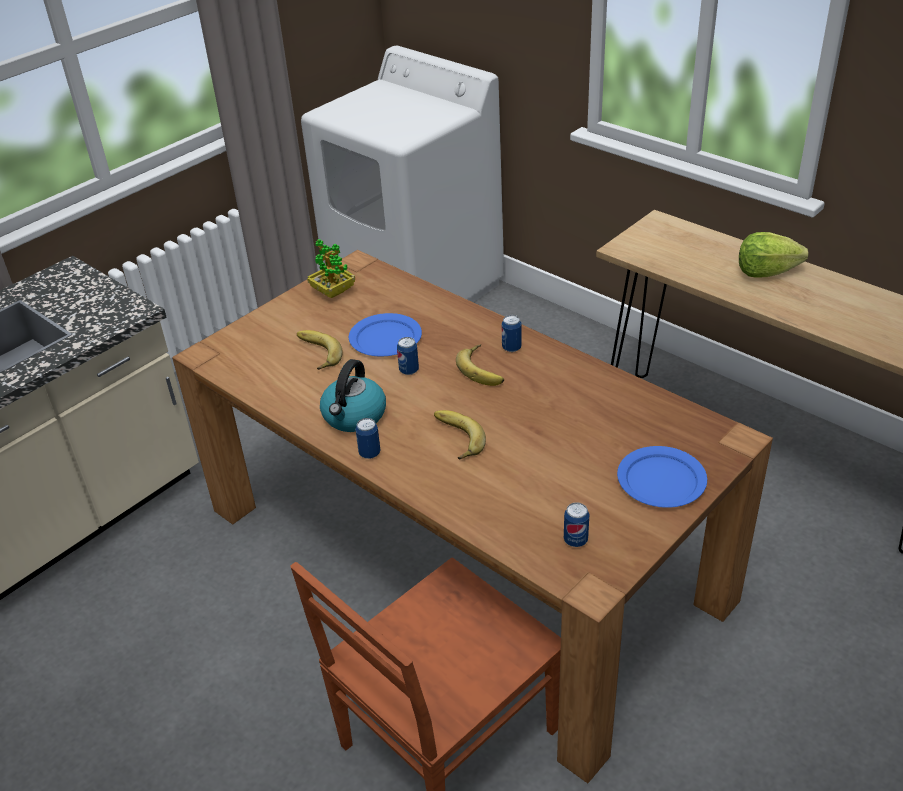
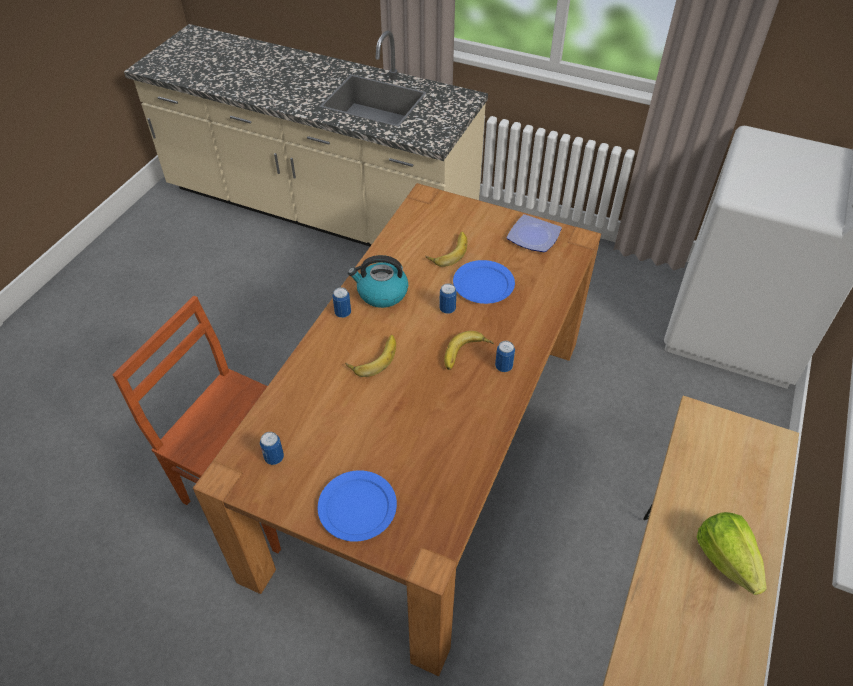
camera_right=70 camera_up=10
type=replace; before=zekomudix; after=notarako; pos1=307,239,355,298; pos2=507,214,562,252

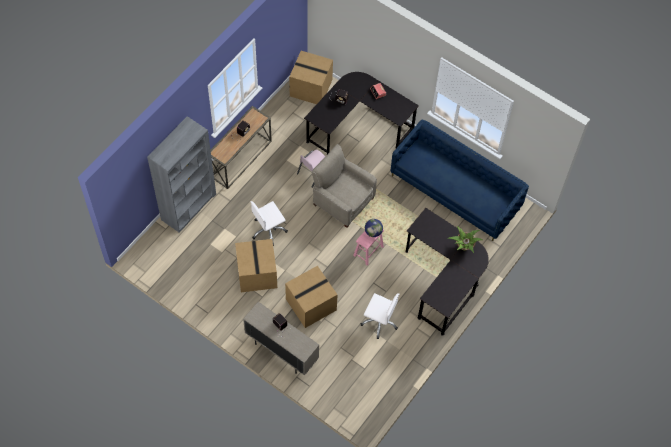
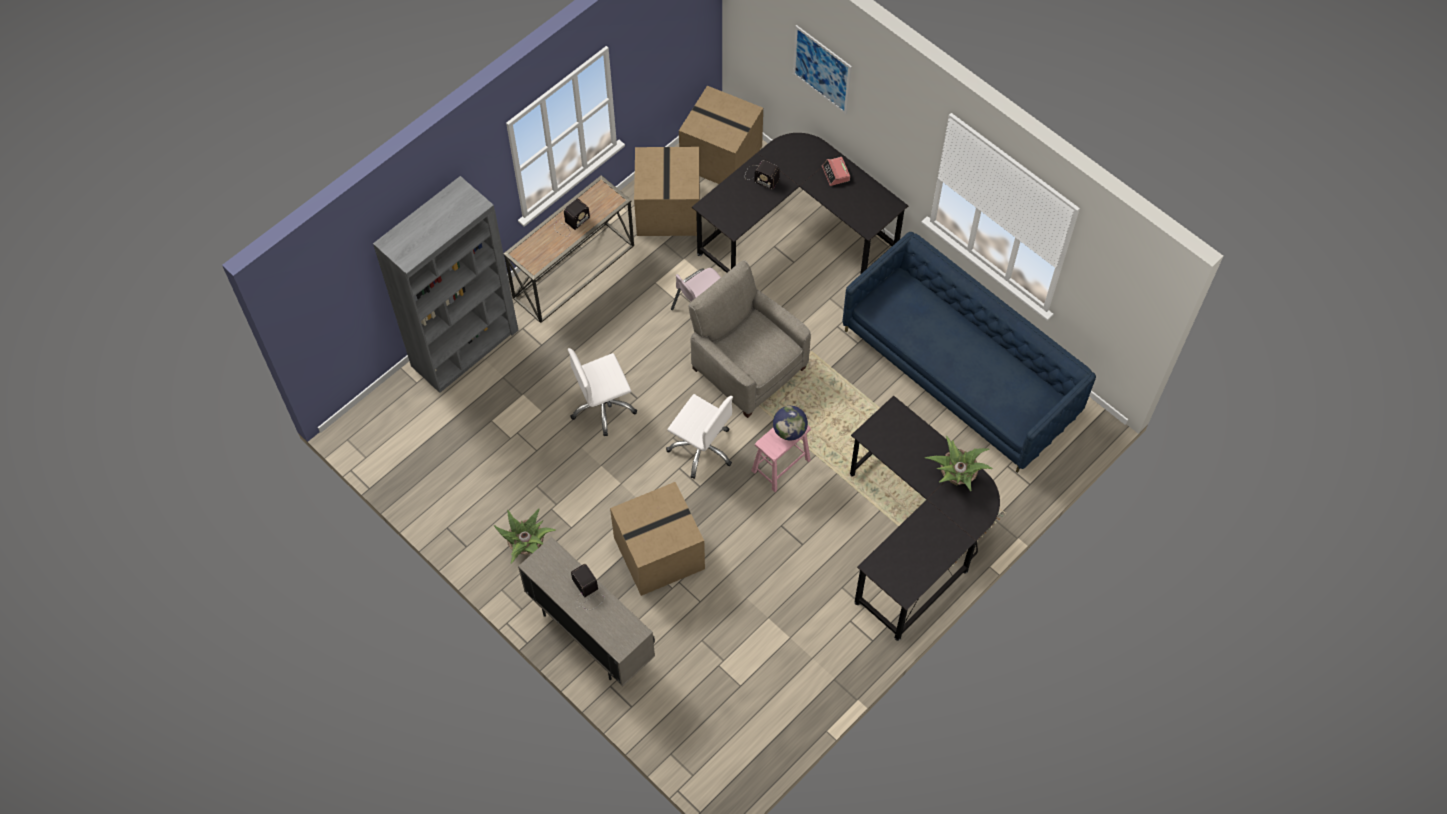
camera_right=10 camera_up=0
type=insert; after=zekomudix; pos2=494,509,556,564
type=insert; after=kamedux; pos2=793,25,852,114
type=move; before=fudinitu; pos1=235,239,277,292; pos2=634,147,700,236
type=move; before=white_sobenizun; pos1=361,293,399,339; pos2=666,394,733,479

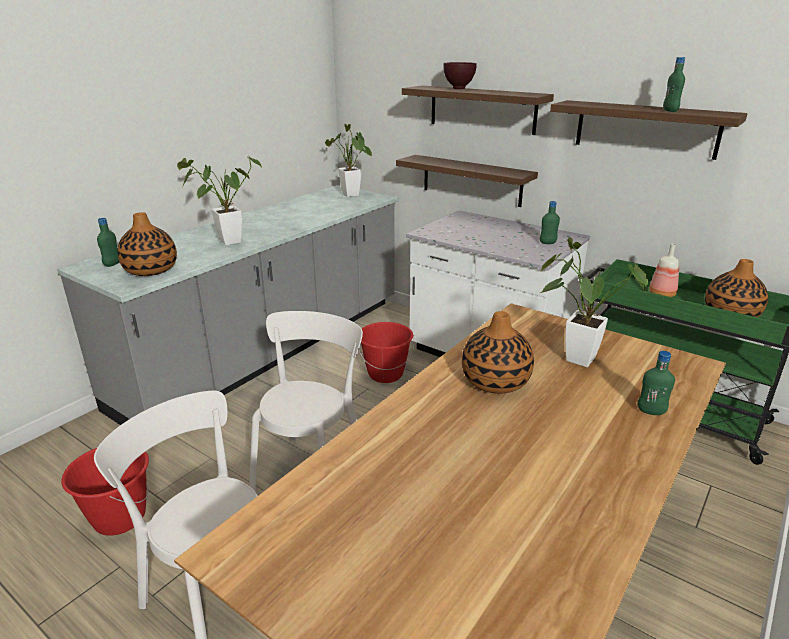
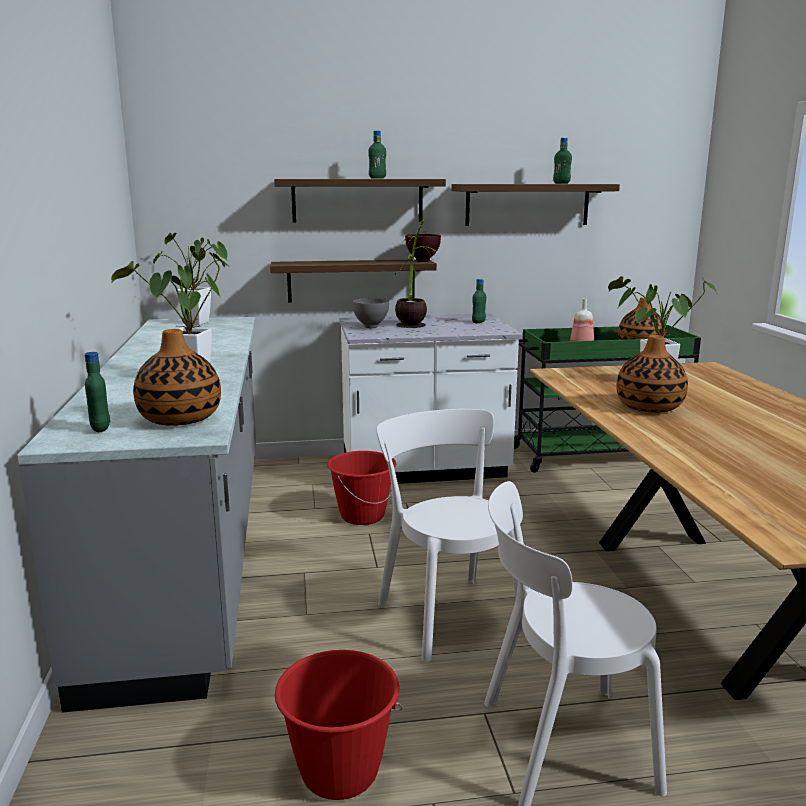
camera_right=-45 camera_up=-10
type=insert; after=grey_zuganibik; pos2=352,298,389,328
type=insert; after=zekomudix; pos2=395,220,438,328
type=move; before=brown_zuganibik; pos1=443,62,477,89; pos2=405,234,441,262
type=move; before=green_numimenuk; pos1=638,351,675,415; pos2=368,130,386,179

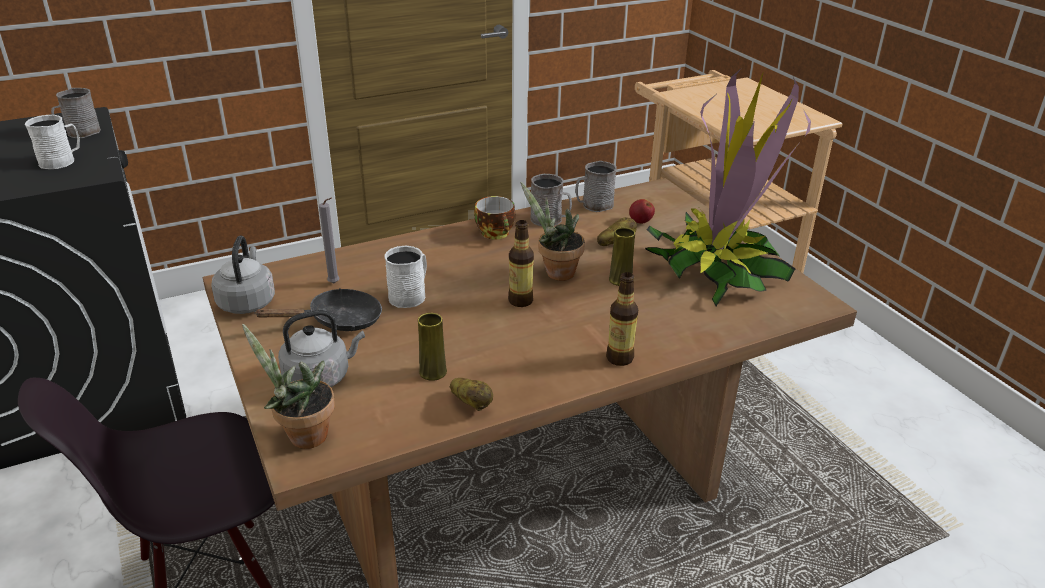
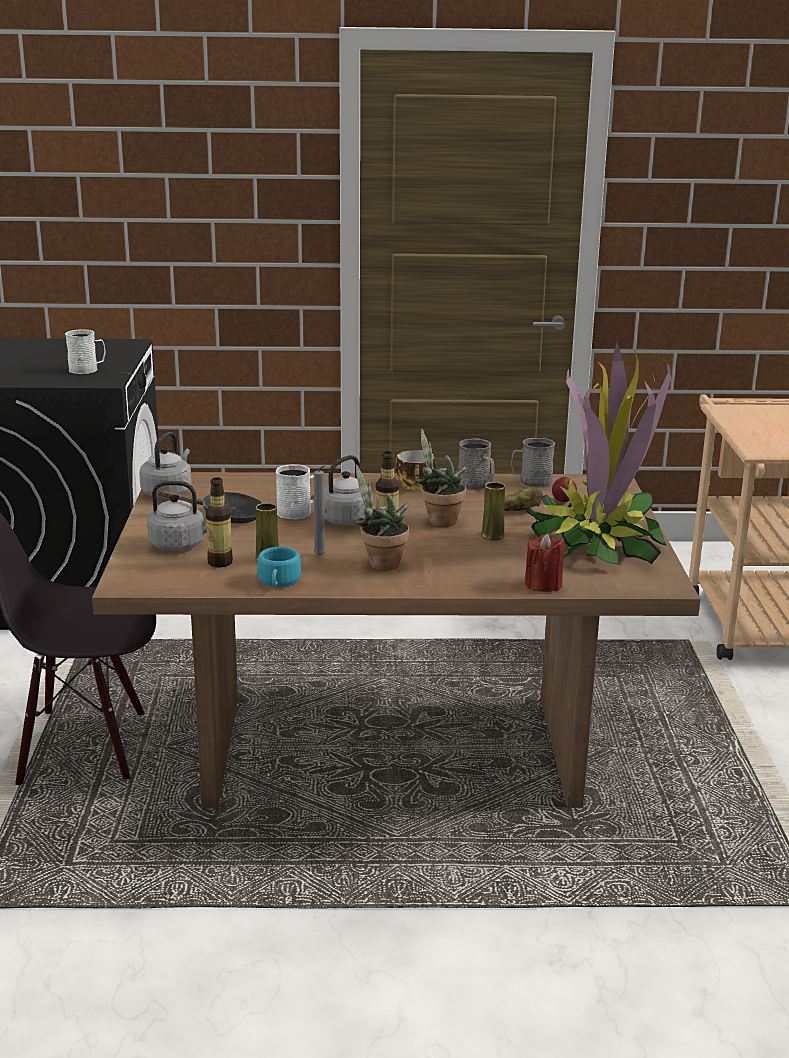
camera_right=25 camera_up=-10
type=delete; before=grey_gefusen; pos1=51,88,101,138
type=insert; after=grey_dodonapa; pos2=311,455,373,525
type=insert; after=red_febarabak; pos2=525,533,565,592
type=move; before=zekomudix; pos1=242,324,335,449; pos2=354,464,409,571
type=move; before=grey_febarabak; pos1=319,198,339,283; pos2=314,465,326,556
type=move; before=numimenuk; pos1=606,272,638,366; pos2=206,477,233,567
type=replace; before=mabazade; after=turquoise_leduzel; pos1=450,378,493,411; pos2=257,547,301,587

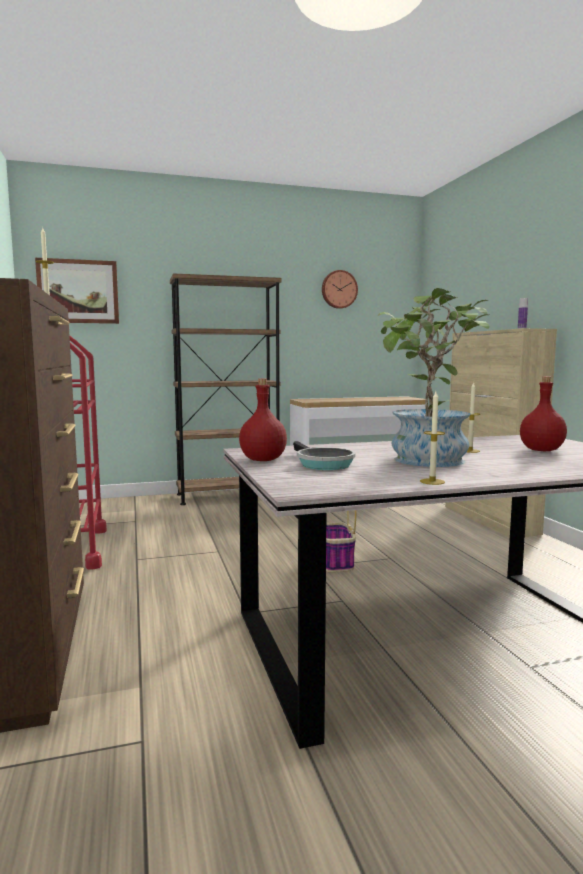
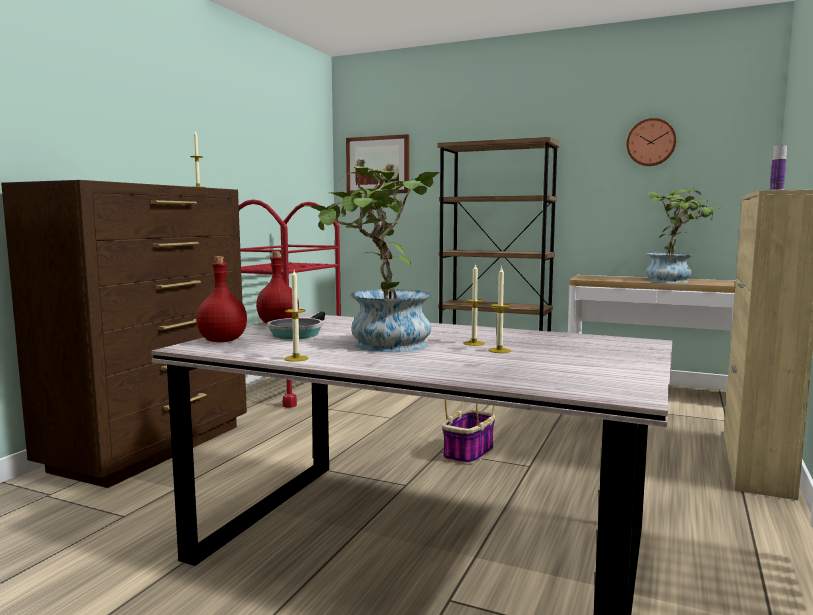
camera_right=40 camera_up=0
type=insert; after=febarabak; pos2=488,266,511,353
type=insert; after=zekomudix; pos2=646,188,720,283
type=move; before=red_numimenuk; pos1=520,376,567,451; pos2=196,256,247,342

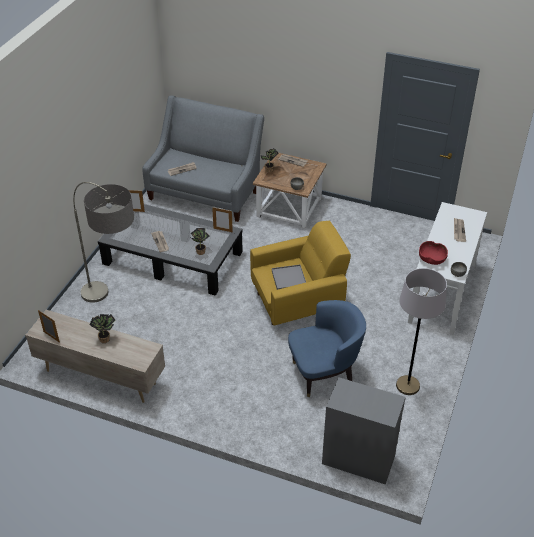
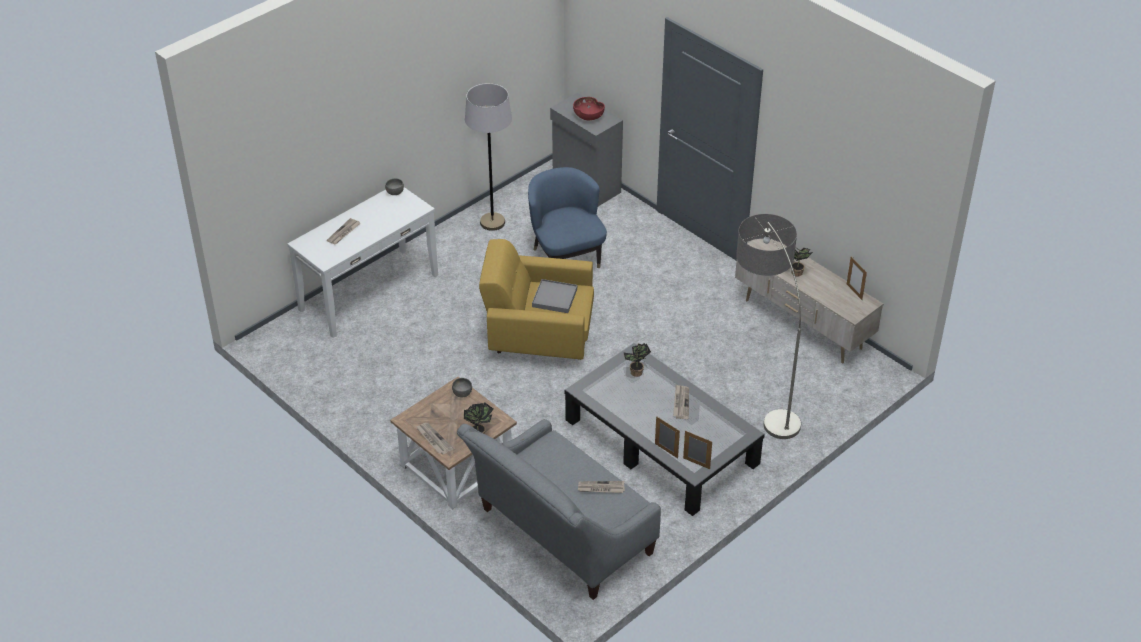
camera_right=-155 camera_up=0
type=move; before=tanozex; pos1=212,207,233,232; pos2=655,416,680,458
type=move; before=red_zuganibik; pos1=419,241,448,265; pos2=573,97,605,120
type=rotate; before=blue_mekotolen; pos1=288,300,366,397; pos2=528,167,607,268; turn=60

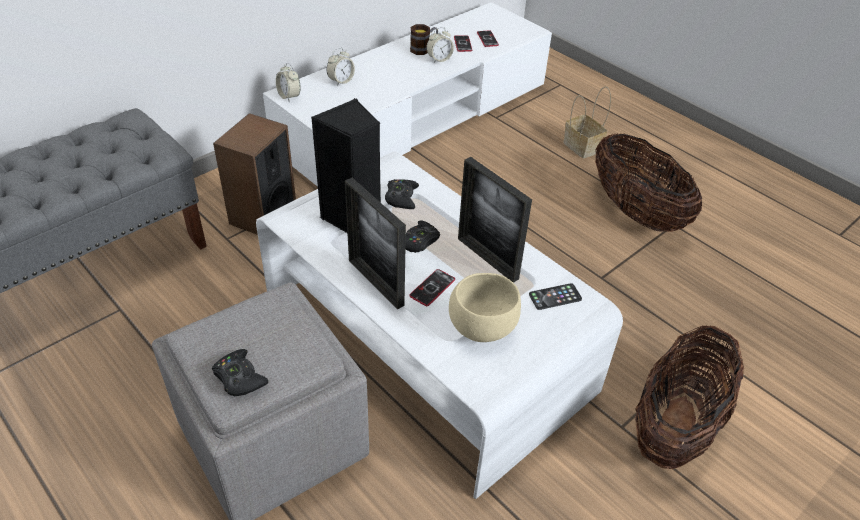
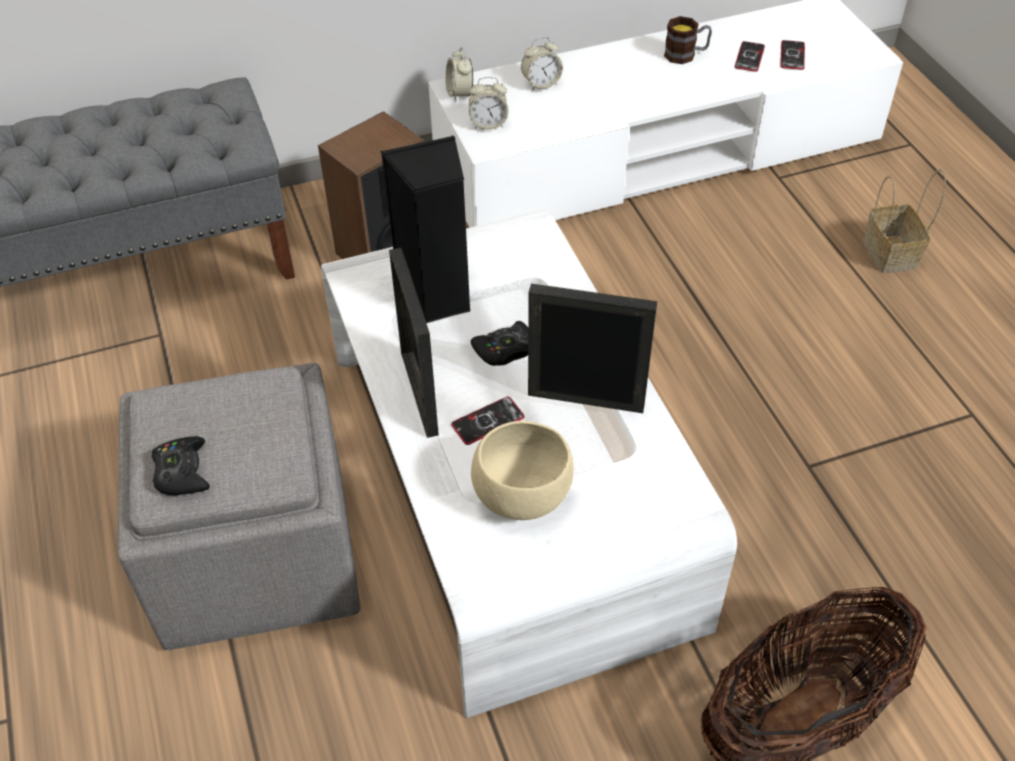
camera_right=25 camera_up=5
type=delete; before=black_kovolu; pos1=385,179,419,209
type=delete; before=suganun; pos1=529,283,582,310
type=delete; before=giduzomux; pos1=595,133,702,232
type=move; before=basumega; pos1=427,27,454,63; pos2=469,77,509,130
type=rotate; before=tanozex; pos1=458,157,532,283; pos2=528,283,657,413; turn=120

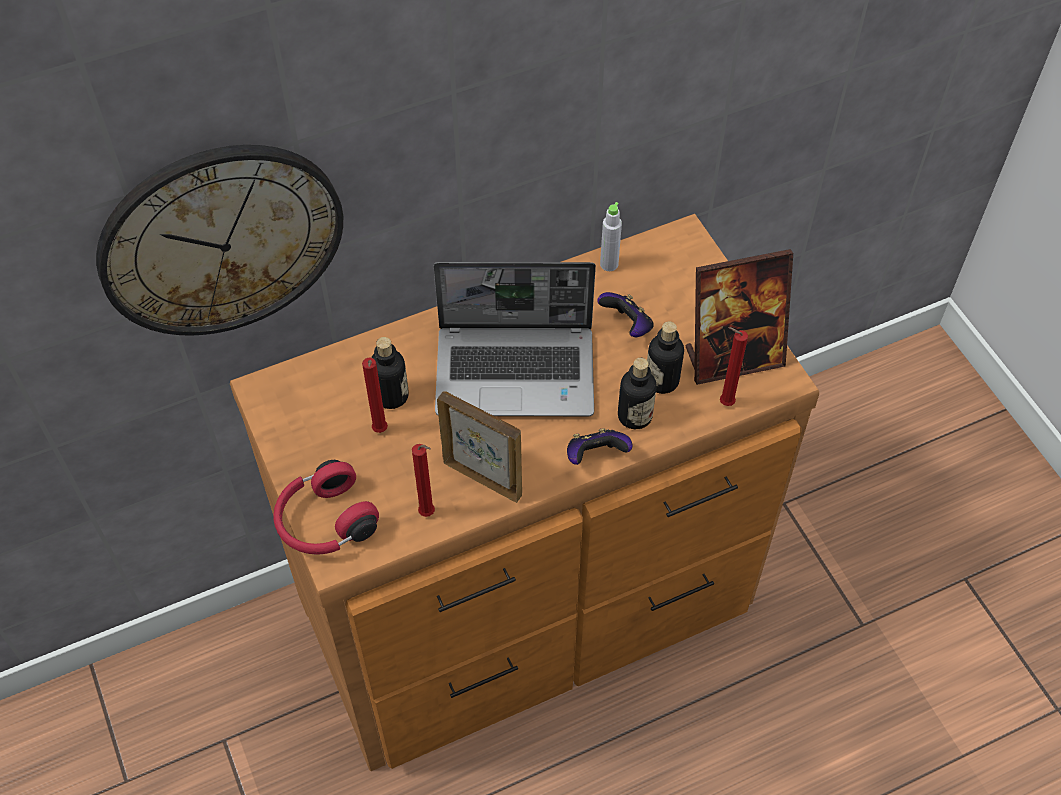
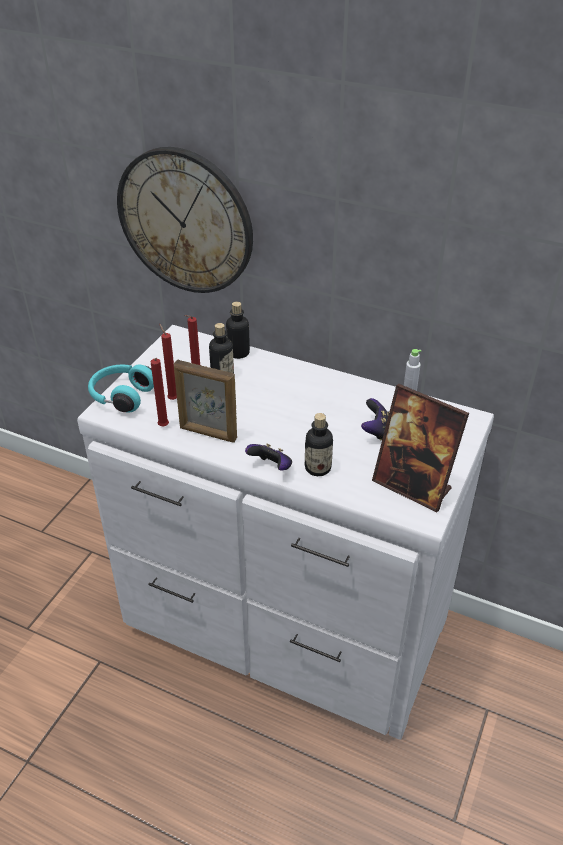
camera_right=50 camera_up=-15
type=delete; before=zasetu; pos1=434,262,596,416
type=move; before=numimenuk; pos1=647,322,684,394; pos2=226,302,250,359
type=move; before=red_febarabak; pos1=720,327,748,406; pos2=159,324,177,400
type=recolor; before=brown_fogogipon; after=white_fogogipon; pos1=230,214,819,771; pos2=77,325,494,740
type=recolor; before=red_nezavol; after=turquoise_nezavol; pos1=273,460,379,555; pos2=88,365,154,413
type=rotate; before=tanozex; pos1=437,391,522,503; pos2=174,360,237,443; turn=120

